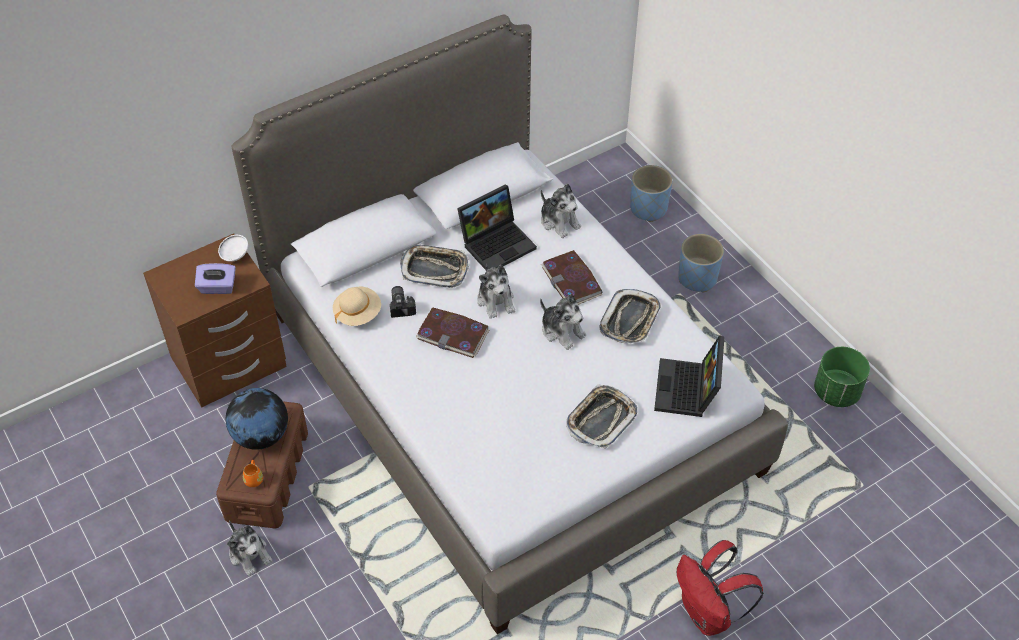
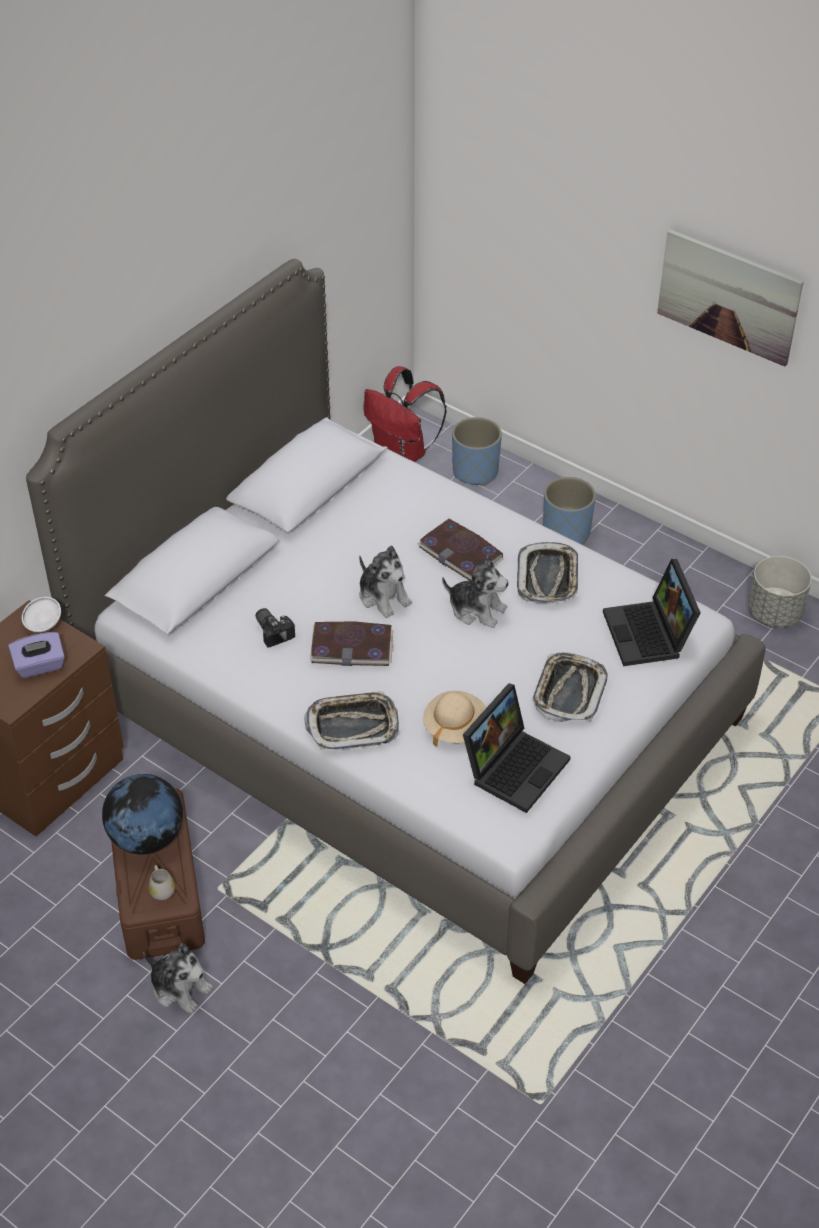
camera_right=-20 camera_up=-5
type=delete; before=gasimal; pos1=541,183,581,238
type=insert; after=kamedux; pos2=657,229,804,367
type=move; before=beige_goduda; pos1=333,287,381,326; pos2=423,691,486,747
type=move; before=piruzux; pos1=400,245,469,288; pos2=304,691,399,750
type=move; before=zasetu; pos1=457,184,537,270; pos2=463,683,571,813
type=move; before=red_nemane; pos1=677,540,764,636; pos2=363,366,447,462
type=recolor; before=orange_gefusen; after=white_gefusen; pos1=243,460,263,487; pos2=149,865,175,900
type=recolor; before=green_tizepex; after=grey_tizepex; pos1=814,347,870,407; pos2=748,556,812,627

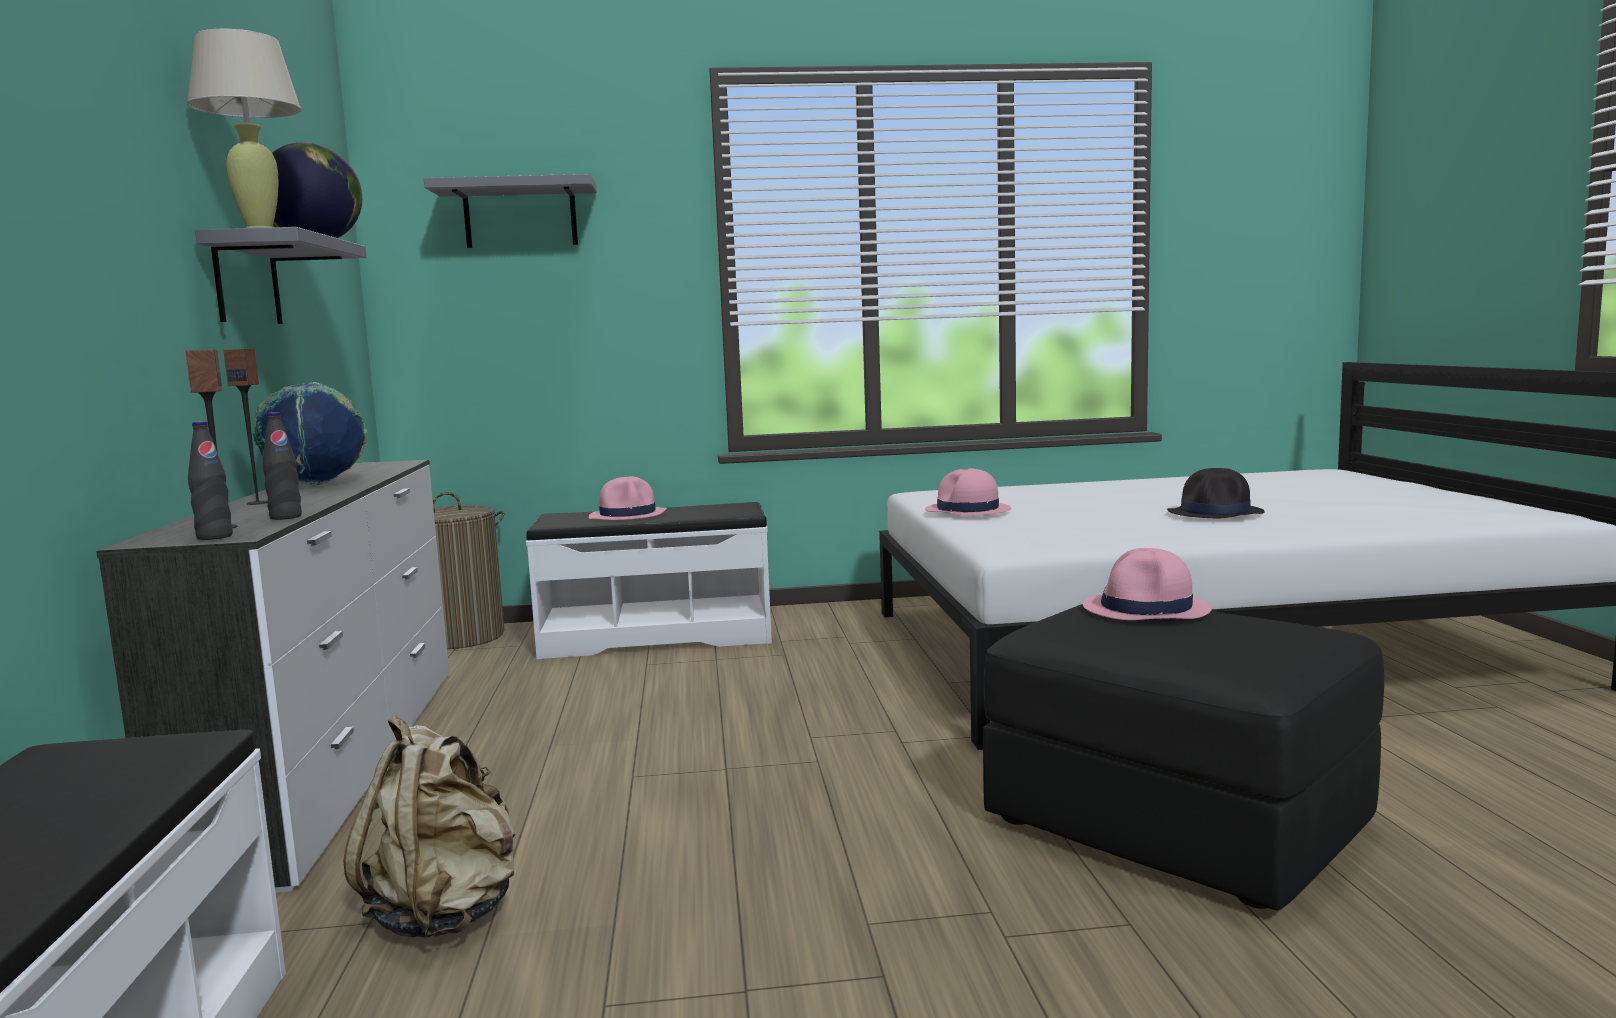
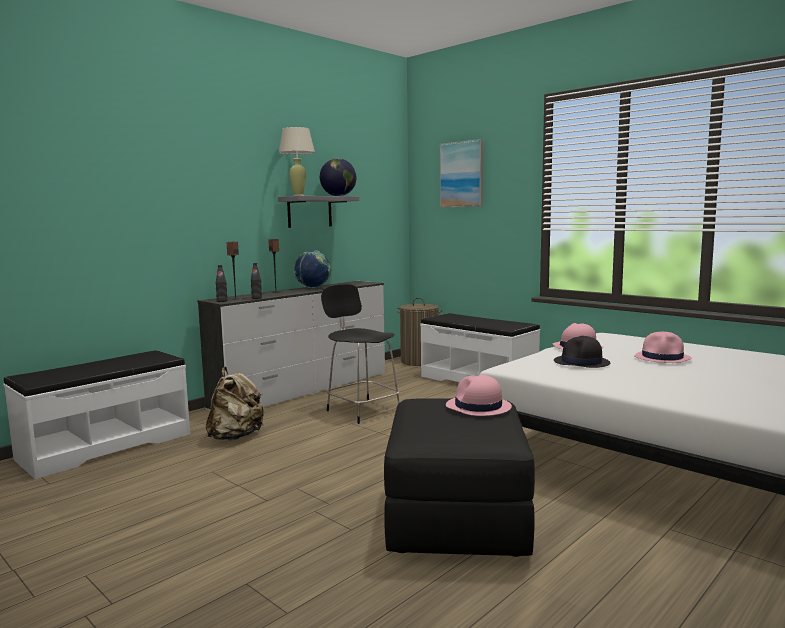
camera_right=50 camera_up=0
type=insert; after=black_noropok; pos2=321,284,400,424
type=move; before=pink_goduda; pos1=589,477,667,520; pos2=634,332,692,363
type=move; before=black_goduda; pos1=1167,468,1264,518; pos2=554,336,610,368
type=replace; before=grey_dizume; after=kamedux; pos1=424,174,597,248; pos2=440,139,483,208

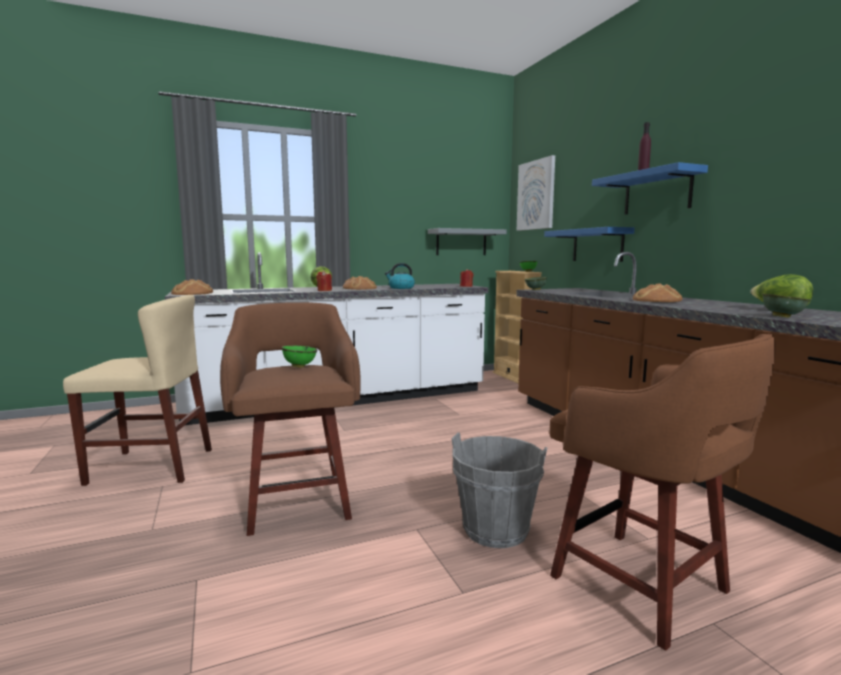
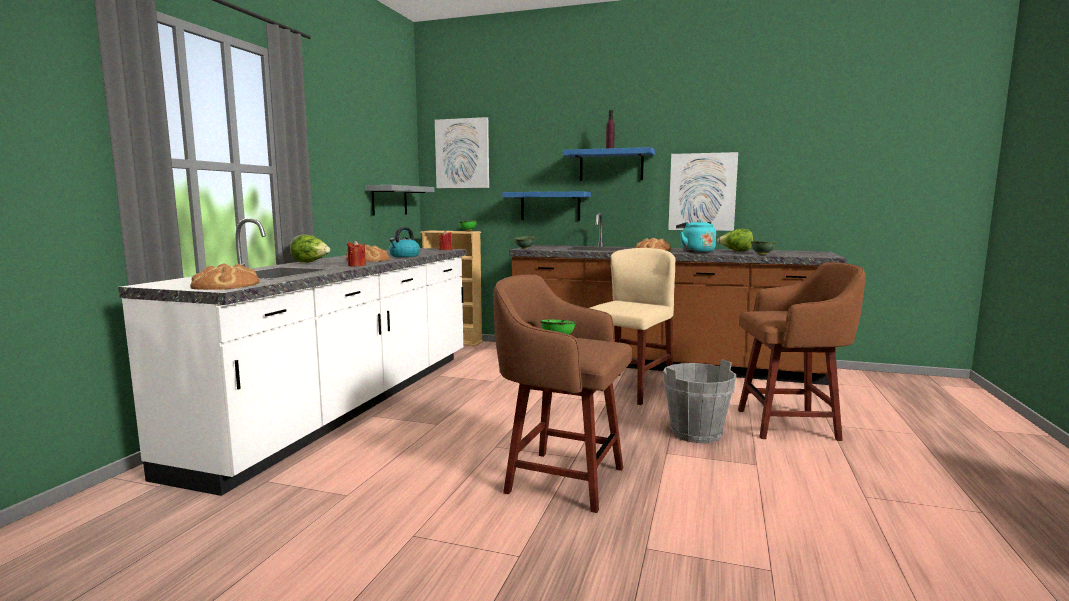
camera_right=-50 camera_up=0
type=insert; after=kamedux; pos2=668,152,738,231
type=insert; after=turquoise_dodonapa; pos2=676,220,716,253
type=move; before=beige_noropok; pos1=63,295,212,486; pos2=590,248,675,405

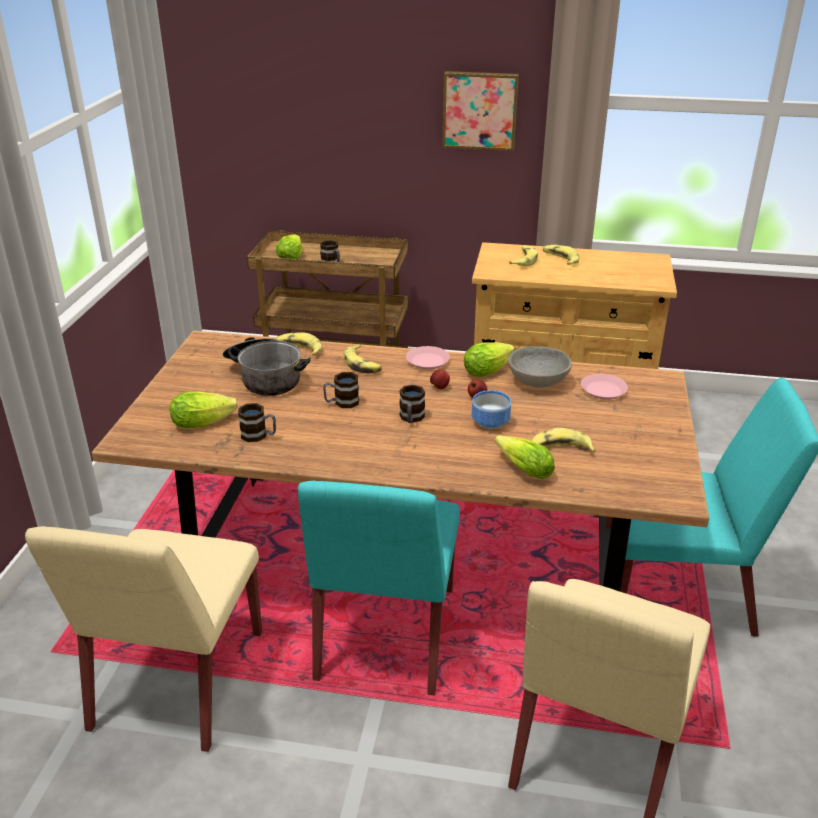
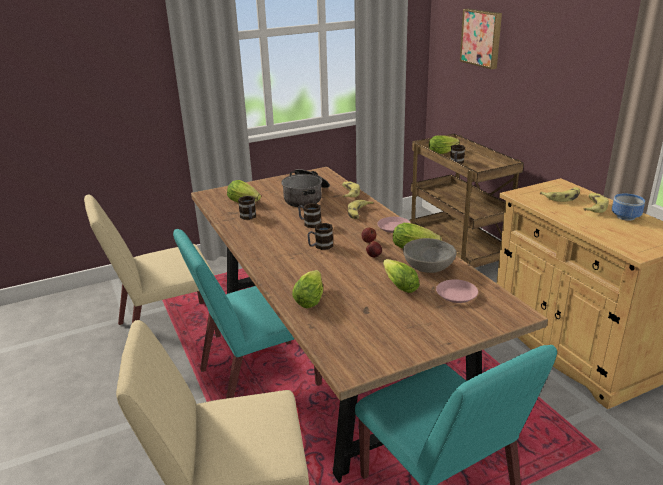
camera_right=55 camera_up=-5
type=delete; before=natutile; pos1=531,428,596,452
type=insert; after=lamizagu; pos2=383,259,420,293
type=move; before=kamedux; pos1=442,71,519,151; pos2=460,9,502,69
type=move; before=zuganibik; pos1=472,390,511,429; pos2=612,194,645,221

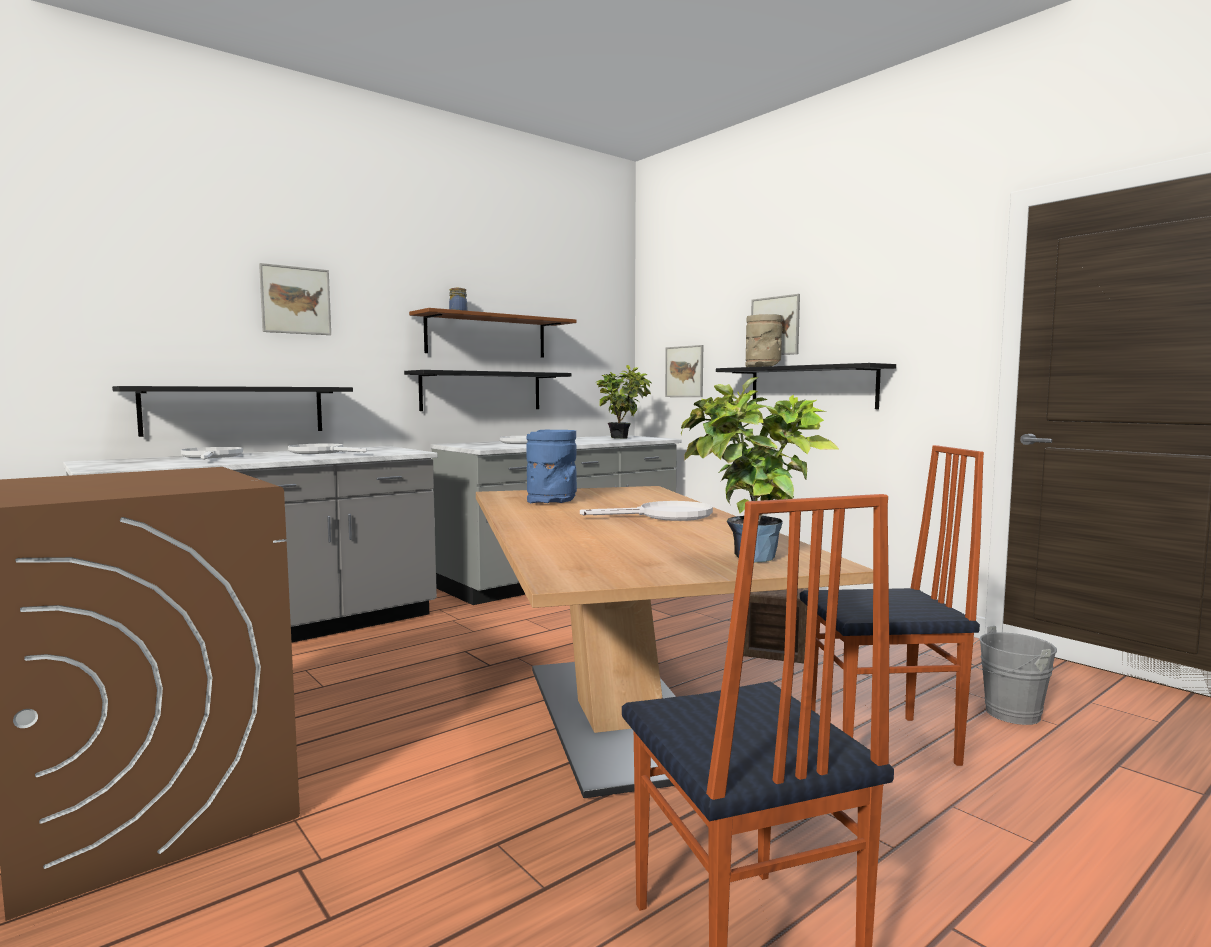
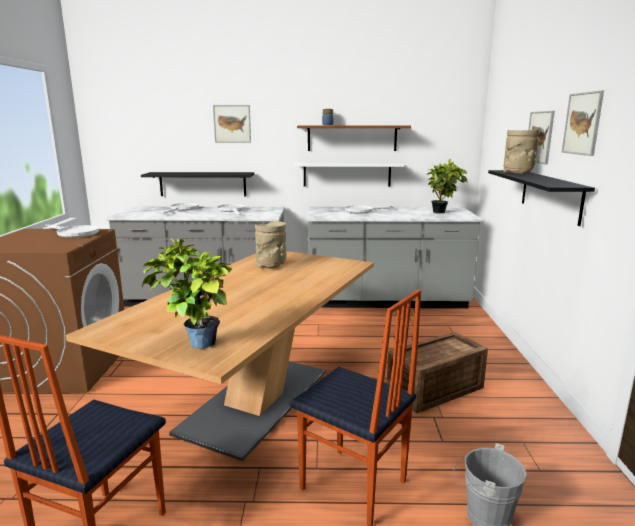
camera_right=40 camera_up=10
type=move; before=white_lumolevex; pos1=580,501,713,521; pos2=46,224,99,238
type=move; before=kamedux; pos1=665,345,703,397; pos2=562,90,604,156
type=recolor; before=black_dizume; after=white_dizume; pos1=404,370,571,411; pos2=293,162,404,187
type=recolor; before=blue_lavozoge; after=beige_lavozoge; pos1=526,430,577,503; pos2=255,221,286,269

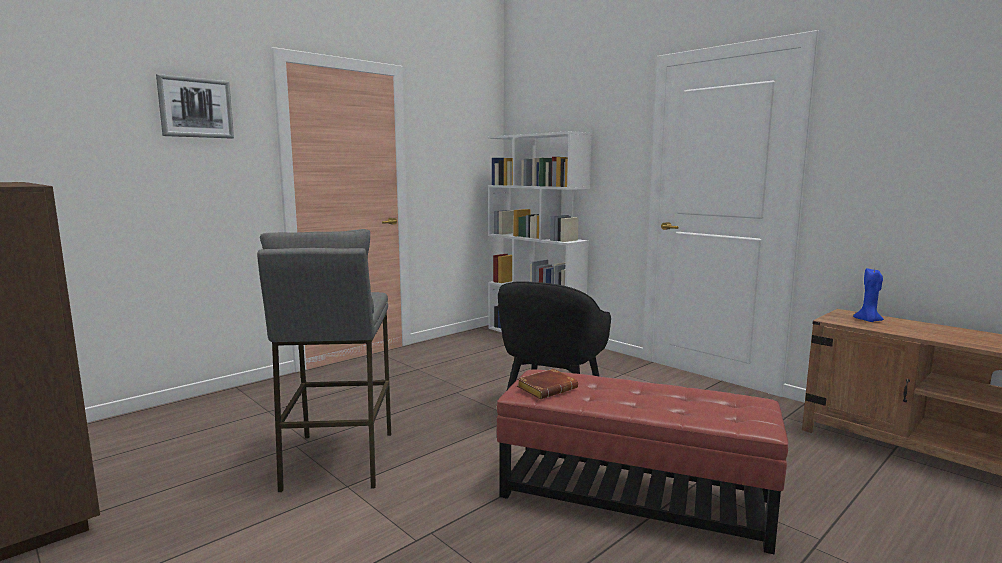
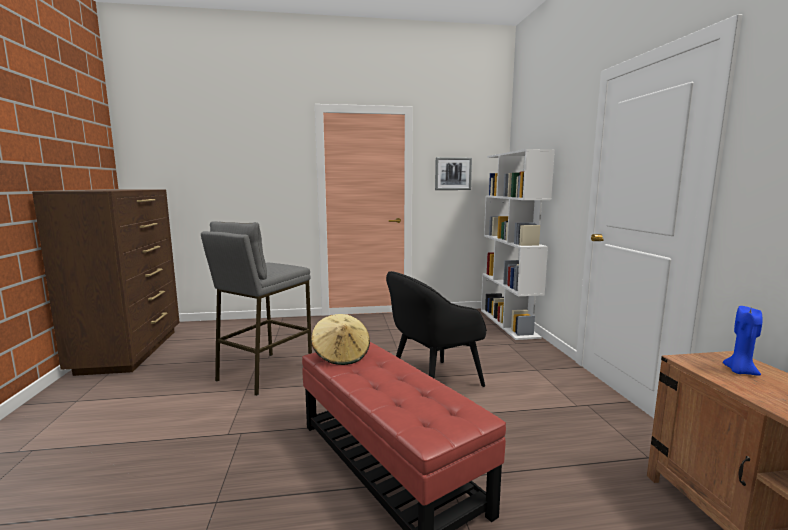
camera_right=35 camera_up=0
type=move; before=kamedux; pos1=156,74,234,139; pos2=435,157,472,190
type=replace; before=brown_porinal; after=beige_goduda; pos1=517,369,578,399; pos2=311,314,370,365

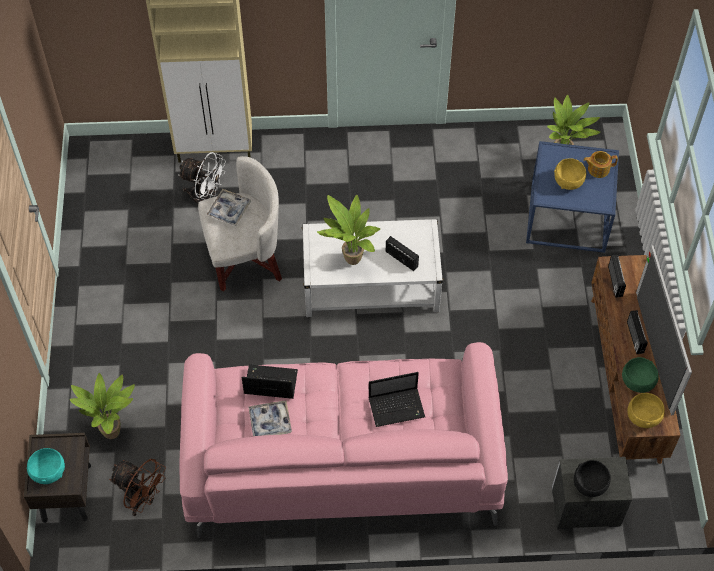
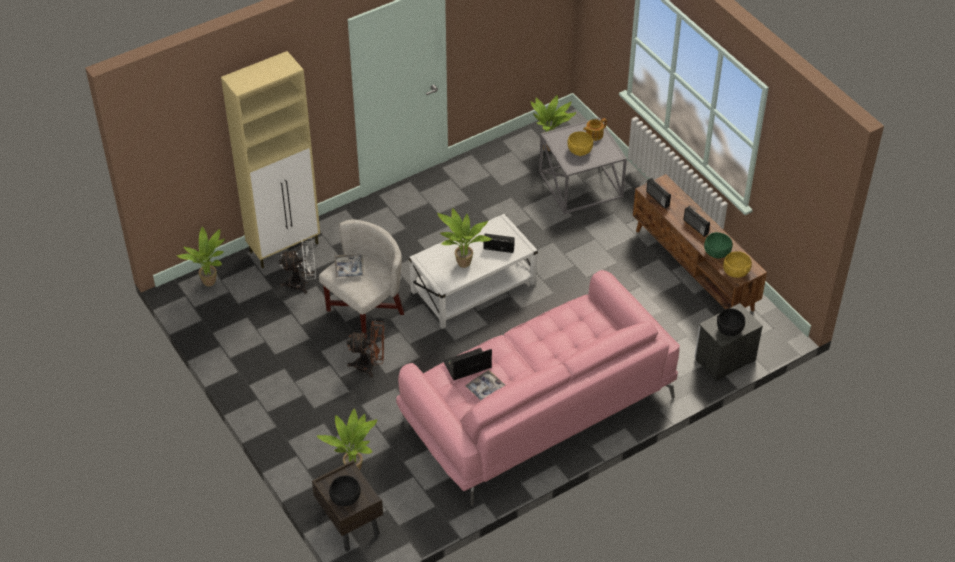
camera_right=-30 camera_up=-10
type=delete; before=zasetu; pos1=369,372,425,427
type=delete; before=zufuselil; pos1=636,245,692,415
type=insert; after=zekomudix; pos2=176,226,225,287
type=move; before=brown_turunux; pos1=109,459,166,516; pos2=347,321,384,378
type=recolor; before=turquoise_zuganibik; after=black_zuganibik; pos1=27,448,65,484; pos2=329,476,361,506
type=recolor; before=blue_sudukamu; after=grey_sudukamu; pos1=526,141,619,253; pos2=539,117,627,214

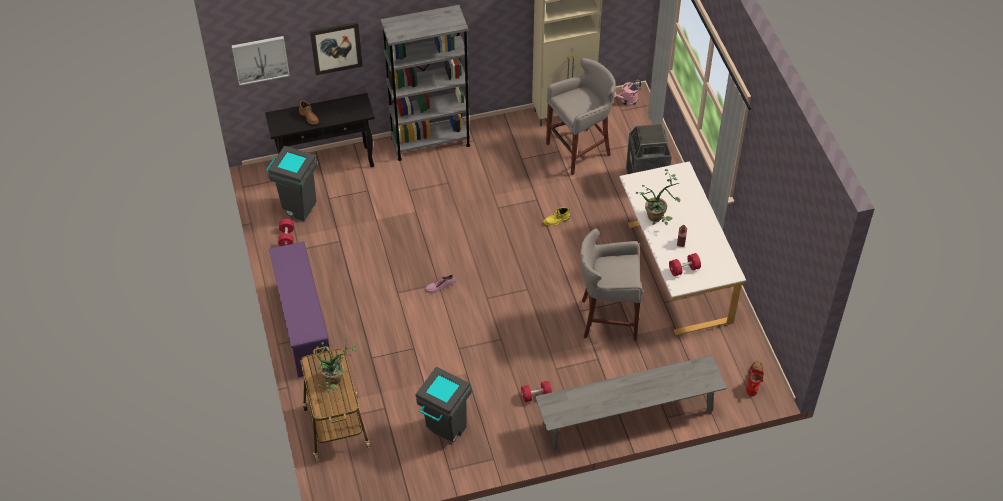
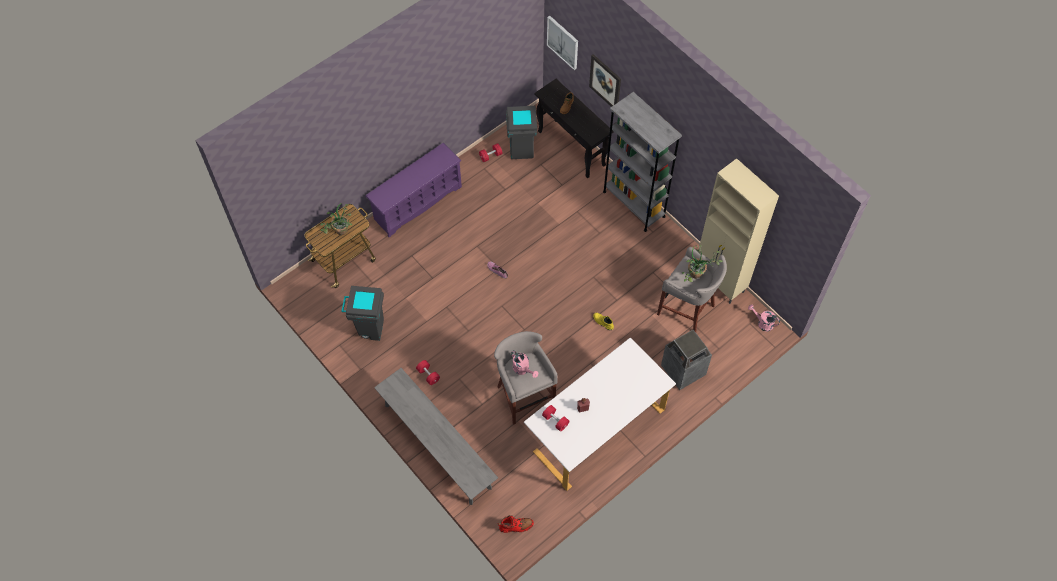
camera_right=65 camera_up=10
type=insert; after=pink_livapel; pos2=511,350,538,378
type=move; before=zekomudix; pos1=636,169,680,225; pos2=682,245,723,282

